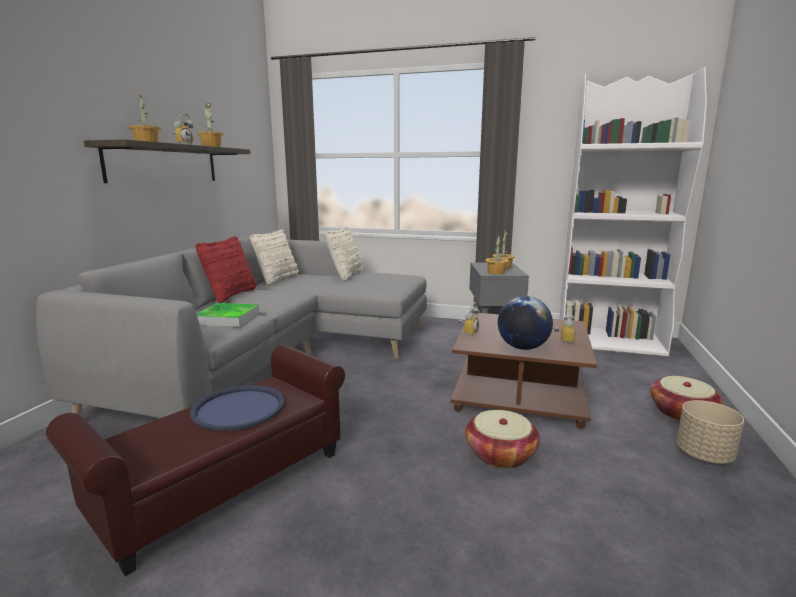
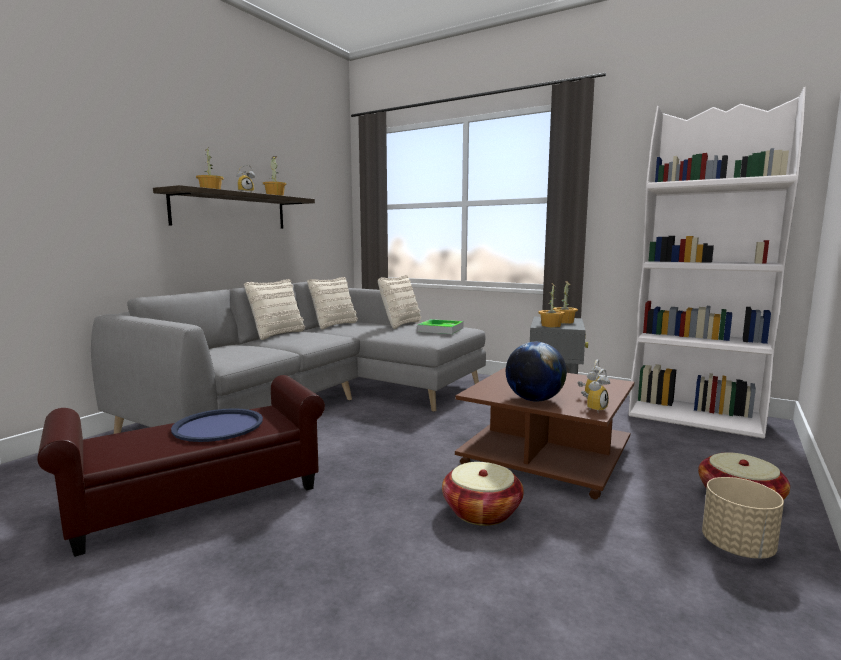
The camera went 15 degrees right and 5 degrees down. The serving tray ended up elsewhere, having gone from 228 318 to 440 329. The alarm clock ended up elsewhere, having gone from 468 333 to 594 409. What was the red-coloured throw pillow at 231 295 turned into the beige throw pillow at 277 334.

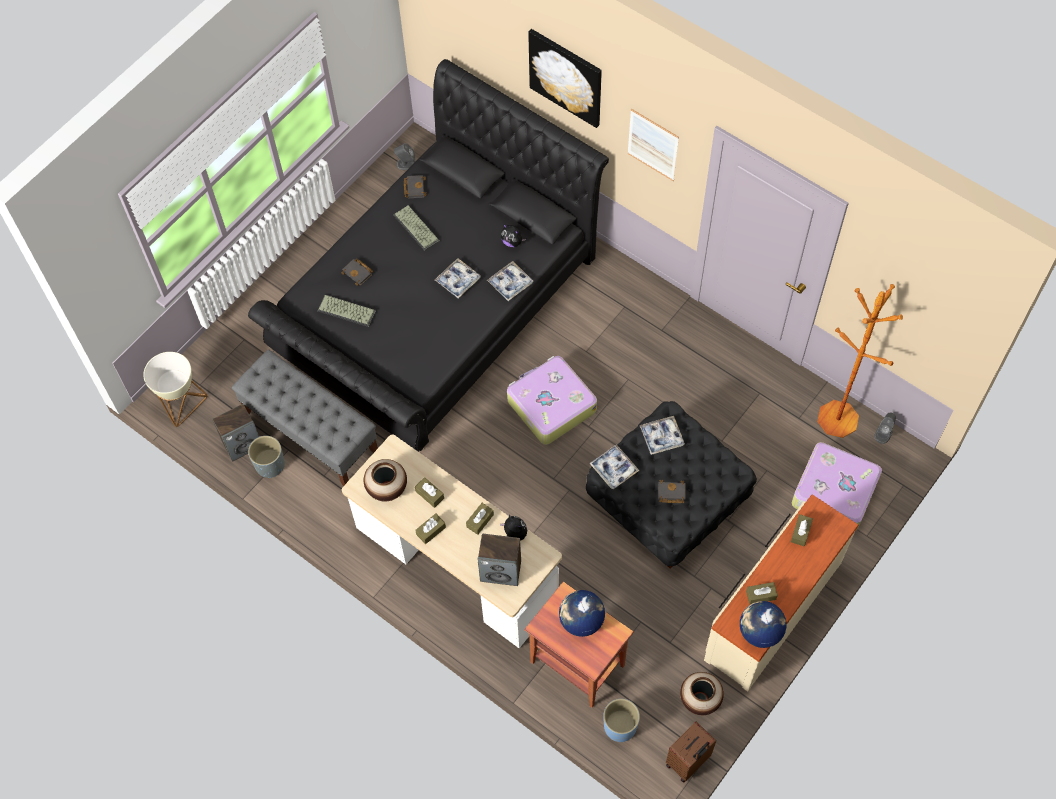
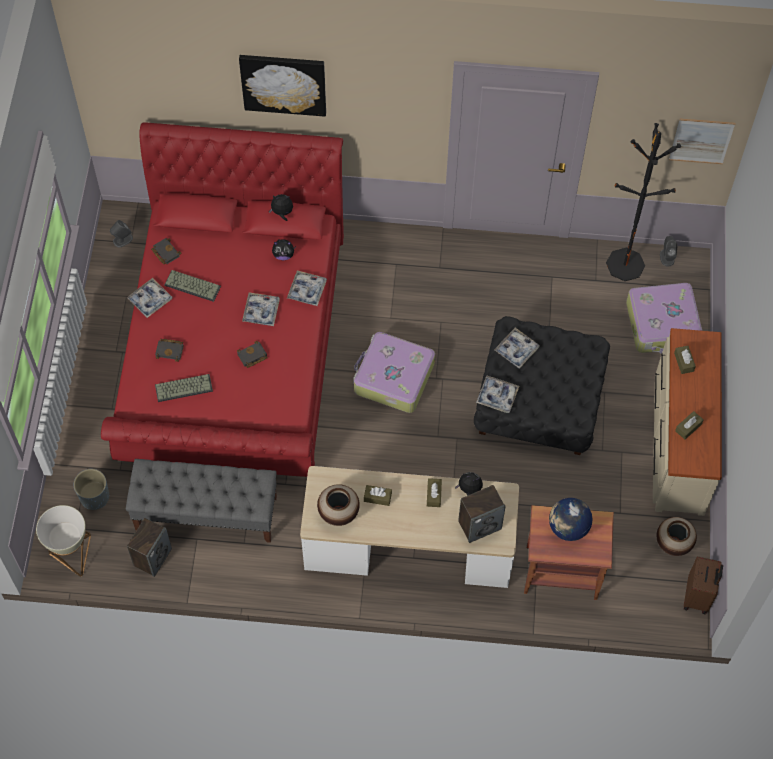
The camera went 35 degrees left and 0 degrees up. The second view lost the brown tissue holder at 431 531. The second view lost the blue-coloured plant pot at 620 727. The second view lost the world globe at 759 632. The second view gained the serving tray at 150 300. The second view gained the soft toy at 282 213. The grey plant pot ended up elsewhere, having gone from 270 464 to 94 496. The picture ended up elsewhere, having gone from 652 145 to 701 141. The blackish book ended up elsewhere, having gone from 670 493 to 252 356. What was the blackish bedroom bed at 435 299 turned into the red-coloured bedroom bed at 232 342. What was the orangey garment stand at 838 419 turned into the blackish garment stand at 625 264.

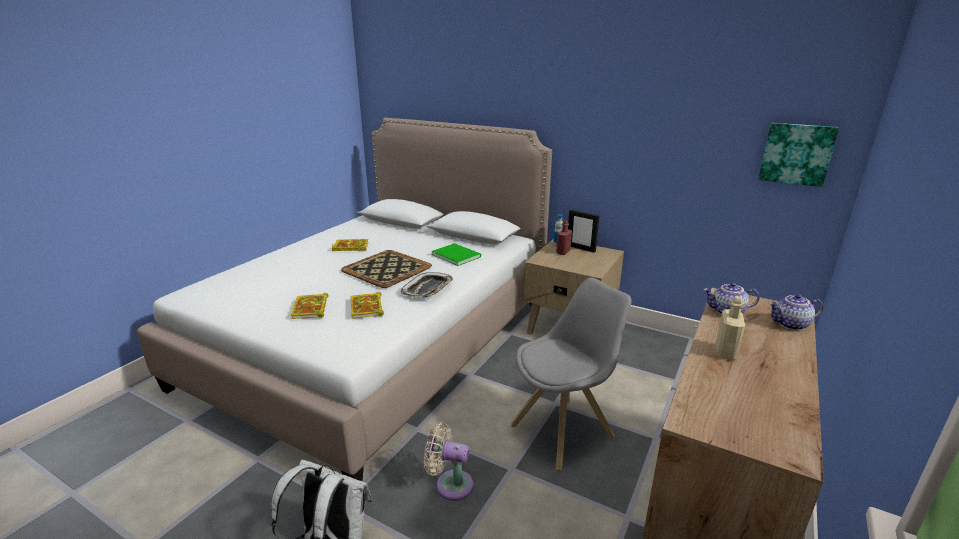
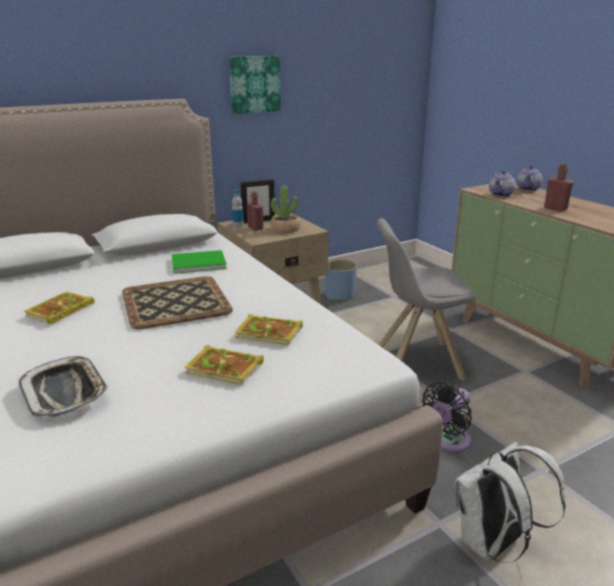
The camera went 60 degrees left and 0 degrees up. The second view gained the houseplant at 285 229. The second view gained the blue-coloured plant pot at 340 295. The serving tray ended up elsewhere, having gone from 428 289 to 65 392. The picture ended up elsewhere, having gone from 796 154 to 254 84. What was the beige fan at 450 484 turned into the blackish fan at 448 441. What was the beige beverage bottle at 725 352 turned into the red-coloured beverage bottle at 555 208. The grey upright chair at 563 431 ended up facing another way, 90 degrees counterclockwise from before.

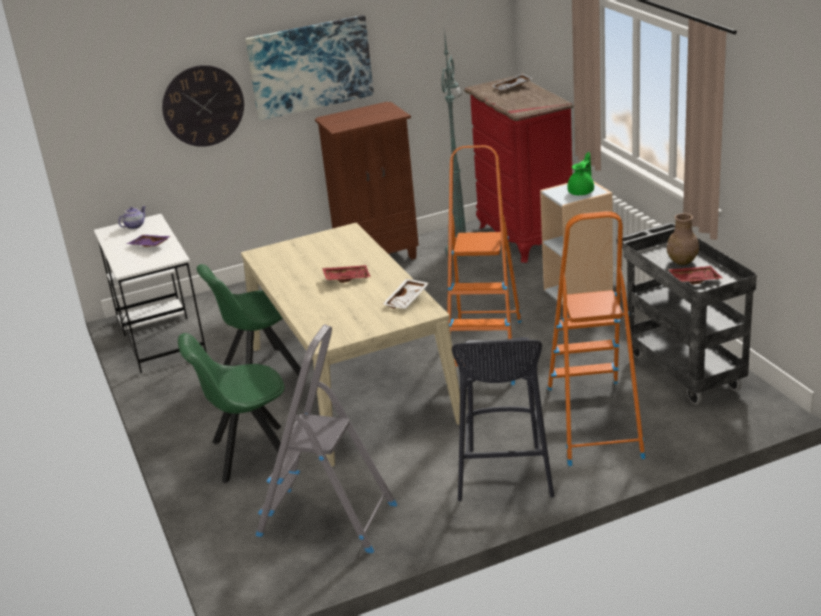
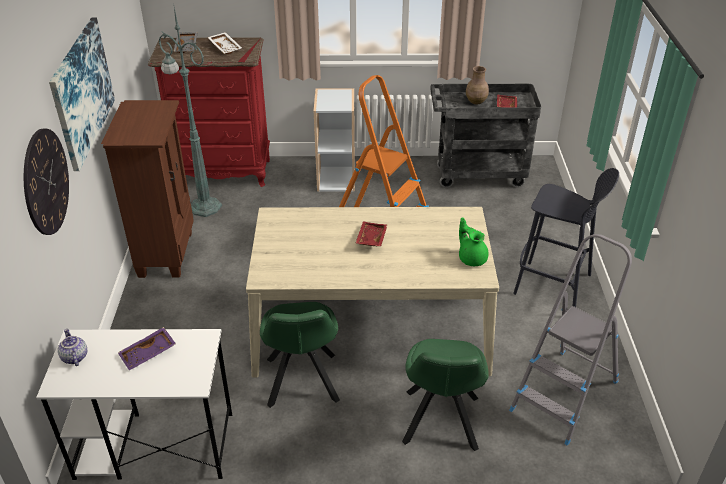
The camera went 70 degrees left and 10 degrees up. The second view lost the orangey stepladder at 593 420. The white-coloured serving tray ended up elsewhere, having gone from 407 300 to 226 47. The green tea pot ended up elsewhere, having gone from 582 192 to 472 258.

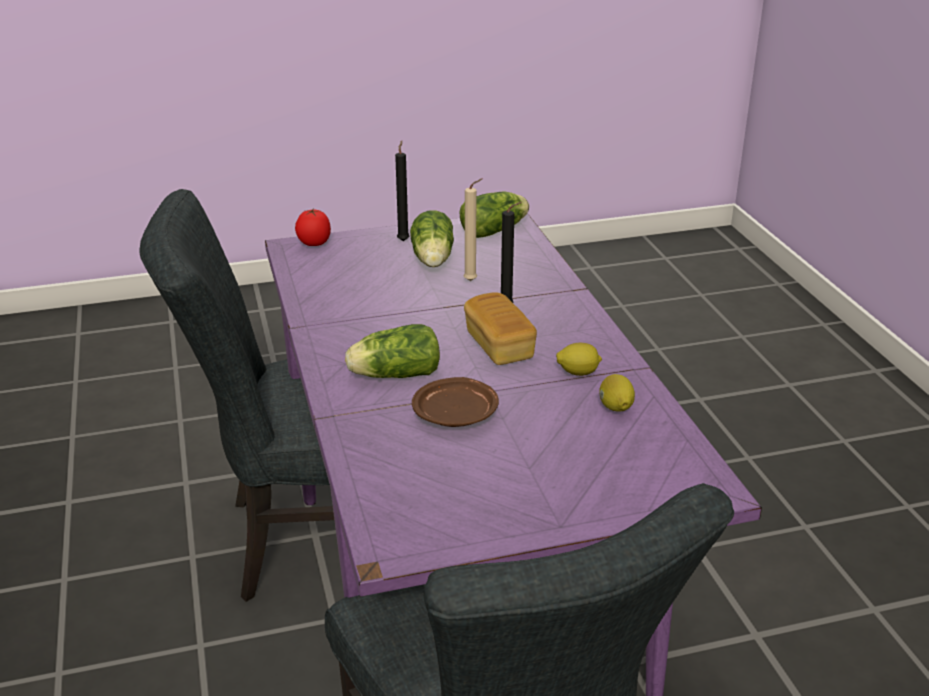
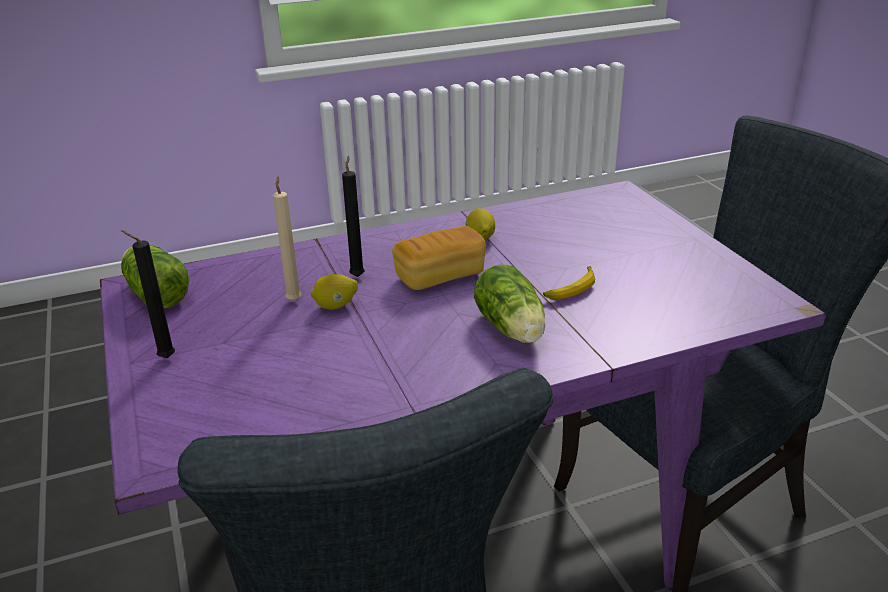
The camera went 95 degrees left and 0 degrees up. The second view lost the tomato at 313 244. The second view lost the lettuce at 432 260. The citrus fruit ended up elsewhere, having gone from 615 408 to 336 306. Where the brown dinner plate stood at 456 415, the banana fruit came to stand at 571 289.

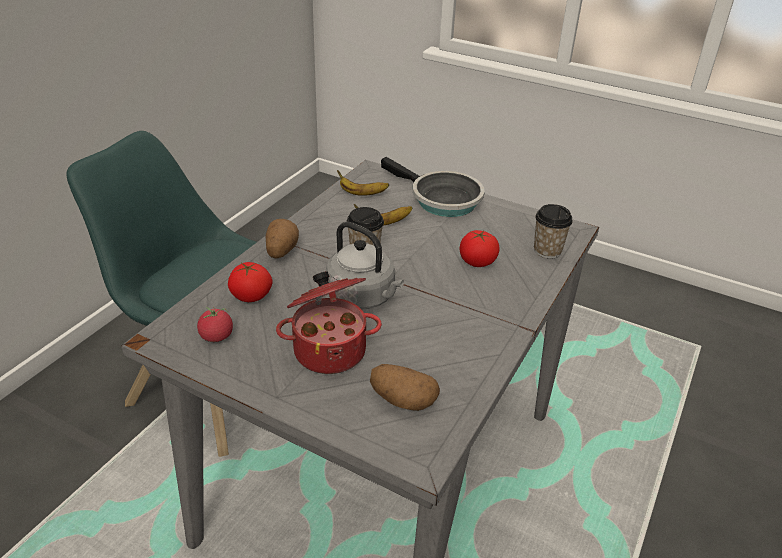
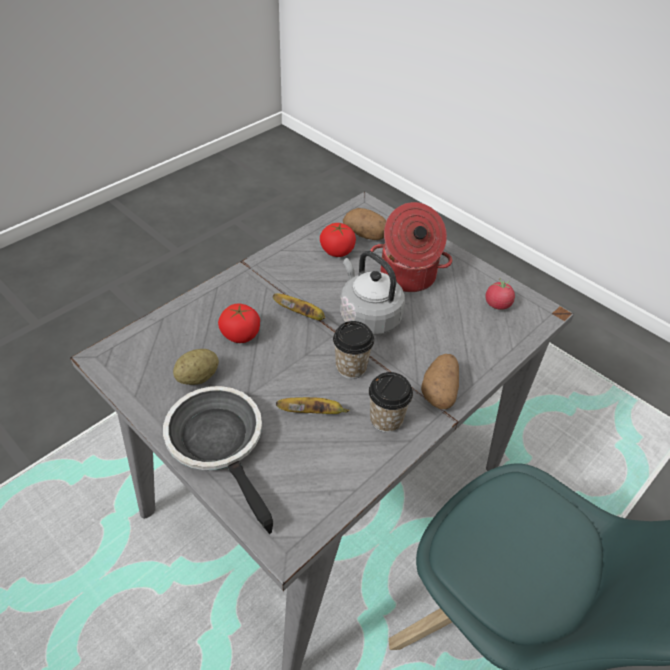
The camera went 165 degrees left and 10 degrees up. The second view gained the potato at 198 377. The tomato ended up elsewhere, having gone from 251 296 to 337 251. The banana fruit ended up elsewhere, having gone from 361 194 to 301 314. The drinking cup ended up elsewhere, having gone from 547 251 to 386 419.

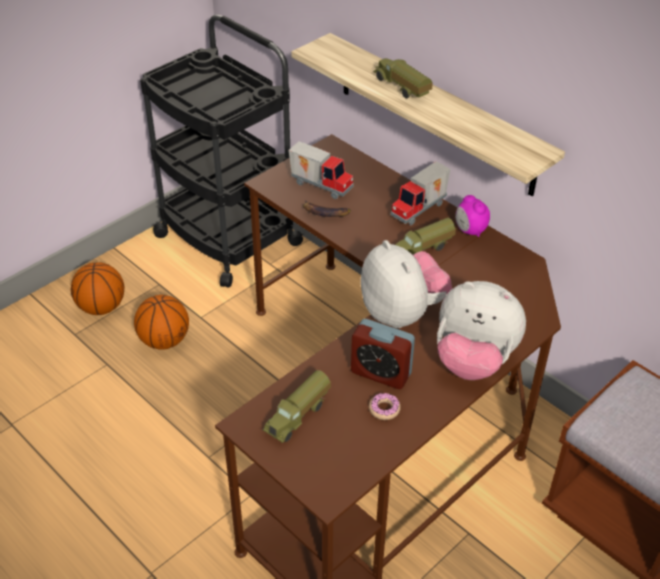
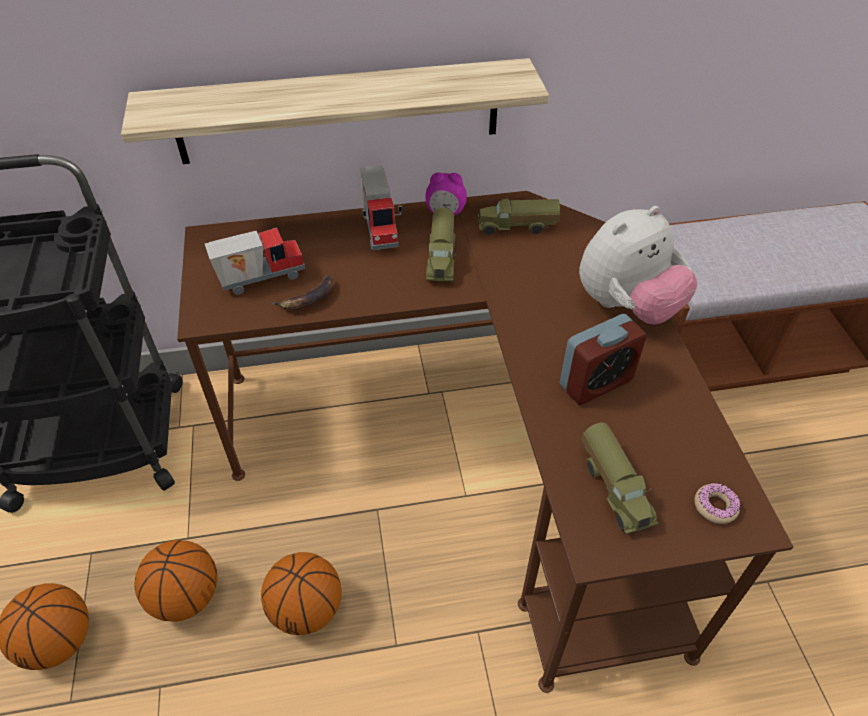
The camera went 55 degrees left and 5 degrees up. The second view lost the soft toy at 402 313. The second view gained the basketball at 306 609. The donut ended up elsewhere, having gone from 384 409 to 715 506. The toy lorry ended up elsewhere, having gone from 401 88 to 517 228.

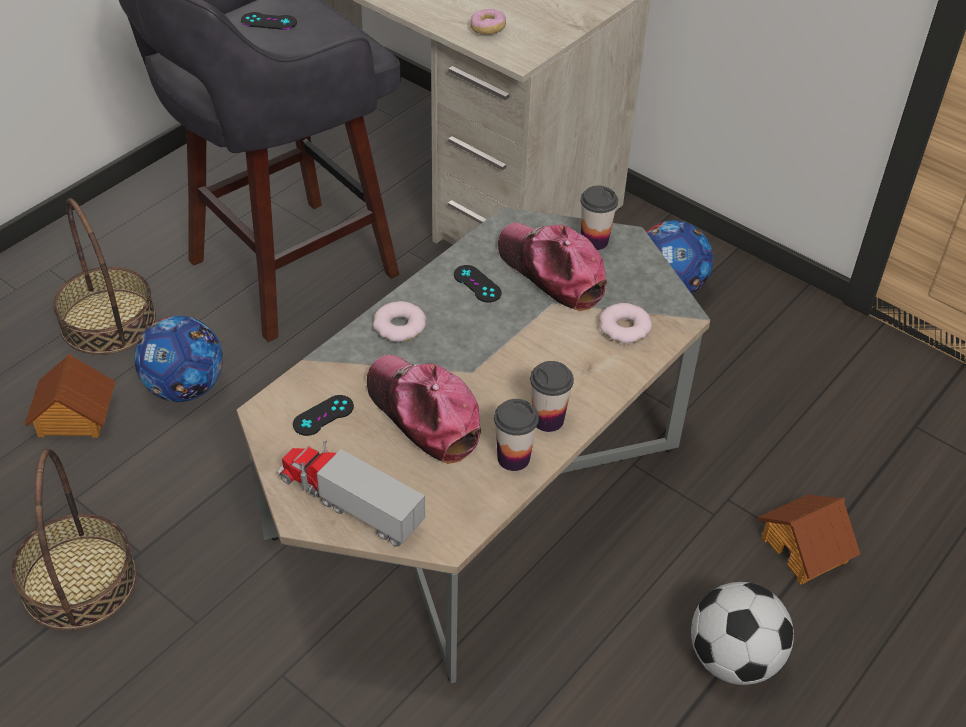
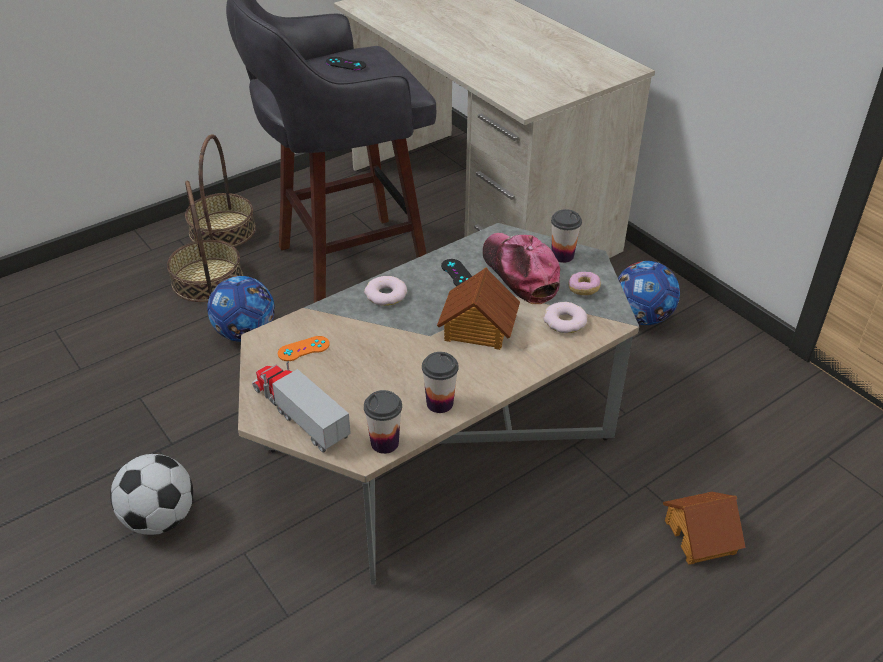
The camera went 15 degrees right and 5 degrees down. The second view lost the cap at 423 413. The household basket ended up elsewhere, having gone from 78 582 to 222 230. The miniature house ended up elsewhere, having gone from 73 417 to 477 328. The donut ended up elsewhere, having gone from 487 29 to 583 289. The drinking cup ended up elsewhere, having gone from 548 419 to 384 443. The ball for football ended up elsewhere, having gone from 734 659 to 161 518. What was the blackish joypad at 323 415 turned into the orangey joypad at 303 349.

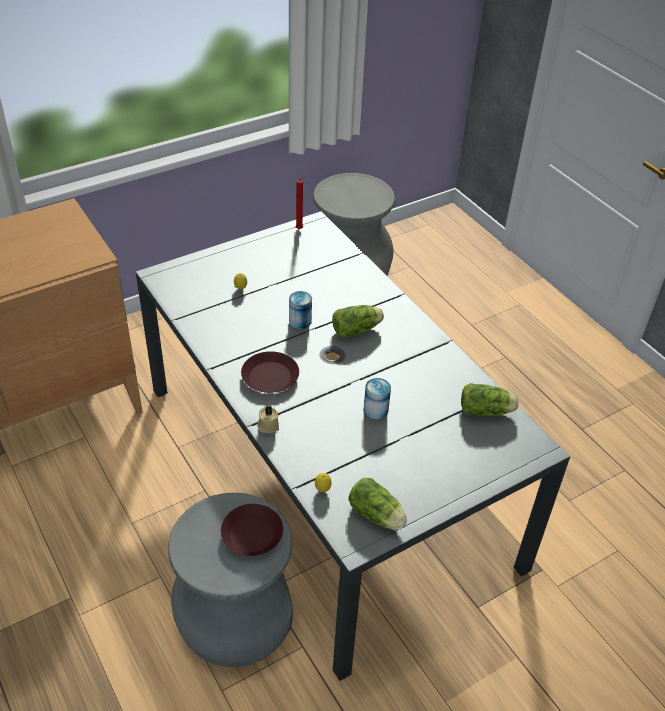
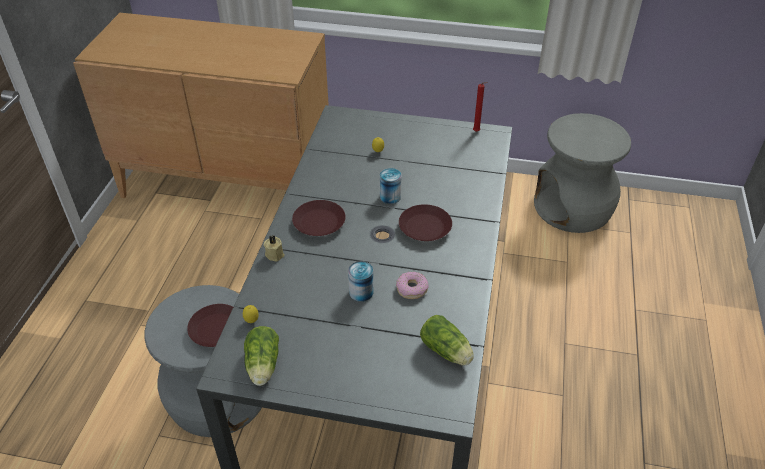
The camera went 45 degrees right and 0 degrees up. The second view gained the donut at 412 289. Where the lettuce stood at 358 329, the brown dinner plate came to stand at 424 227.

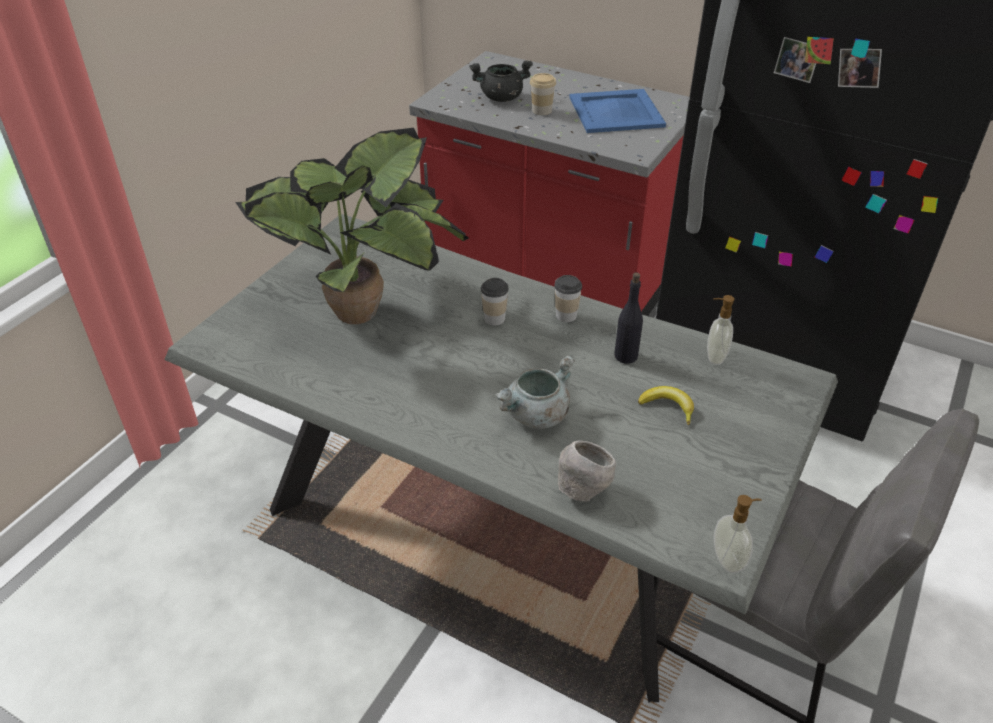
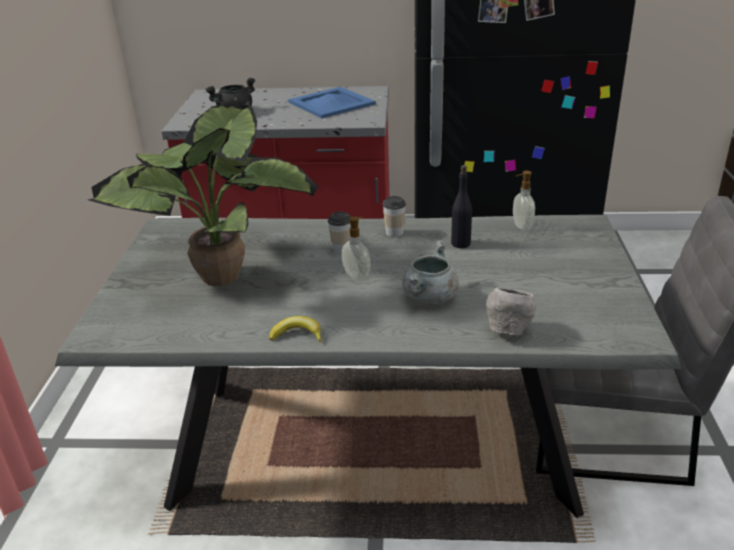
The camera went 25 degrees left and 10 degrees down. The second view lost the drinking cup at 542 110. The banana fruit ended up elsewhere, having gone from 668 407 to 297 335. The soap bottle ended up elsewhere, having gone from 729 559 to 357 276.

